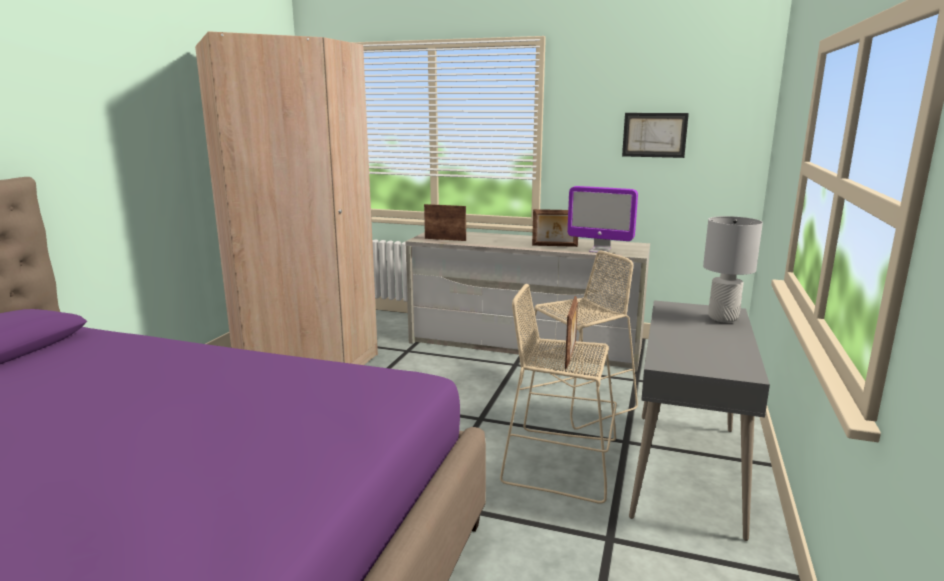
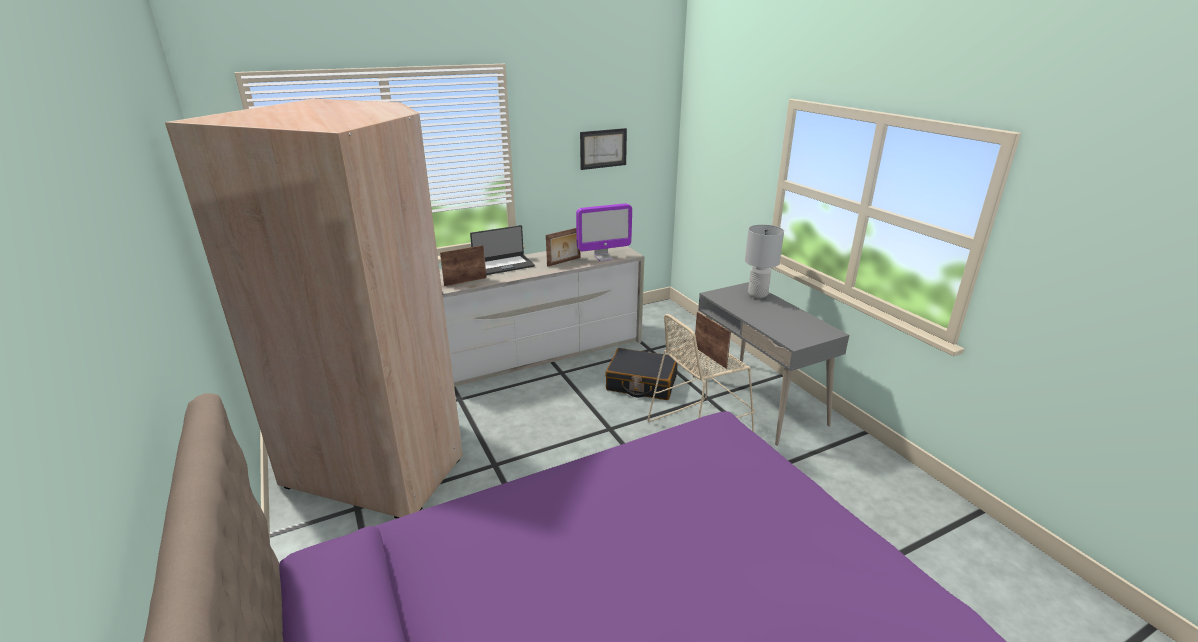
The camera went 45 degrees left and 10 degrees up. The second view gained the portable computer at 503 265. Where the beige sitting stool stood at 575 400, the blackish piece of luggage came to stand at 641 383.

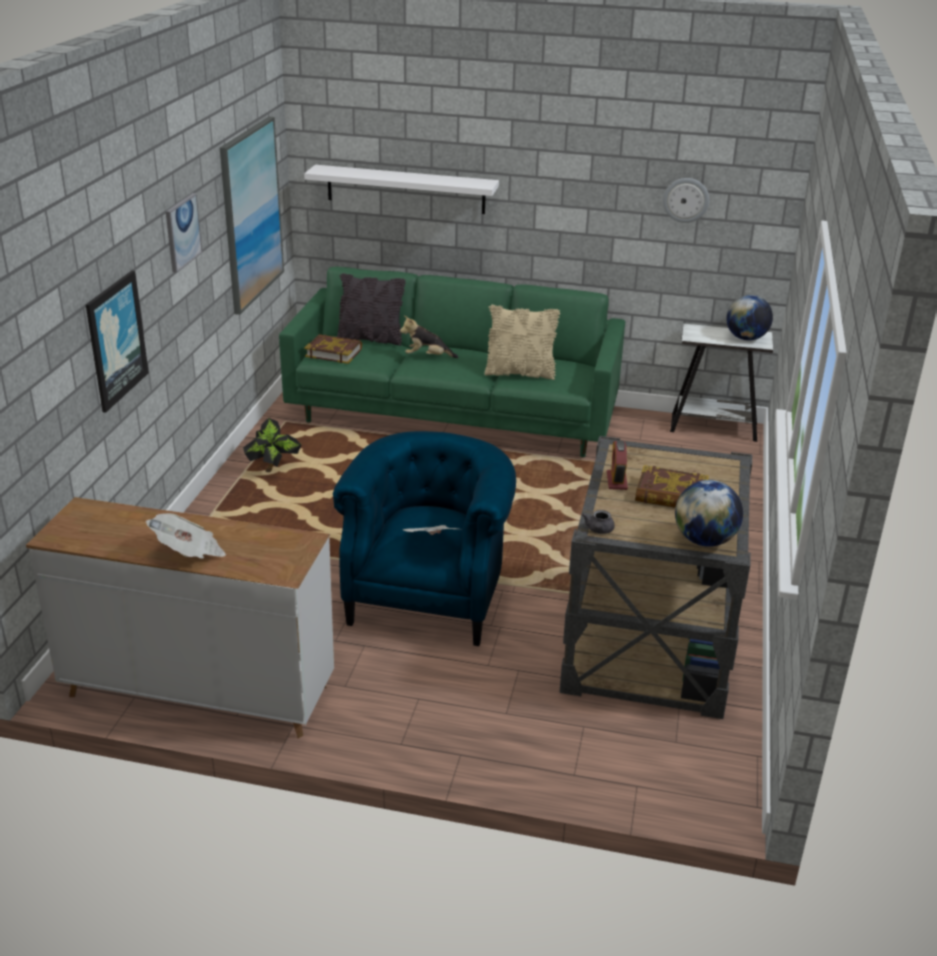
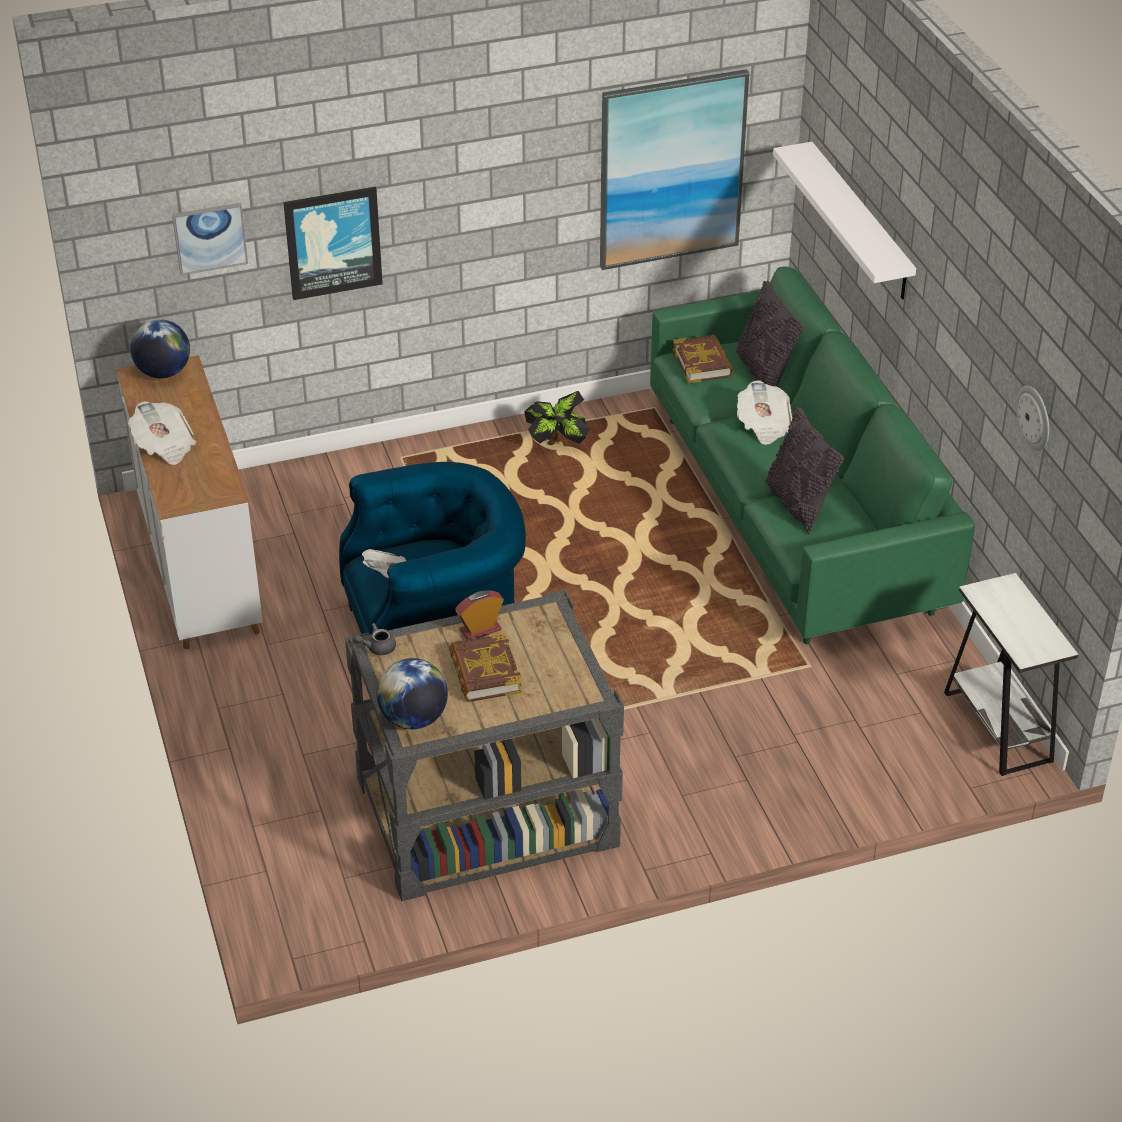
The camera went 60 degrees right and 10 degrees up. The picture ended up elsewhere, having gone from 182 232 to 210 238. The world globe ended up elsewhere, having gone from 746 338 to 163 372. Where the soft toy stood at 427 357, the daily paper came to stand at 764 426. What was the beige throw pillow at 520 373 turned into the blackish throw pillow at 799 504.

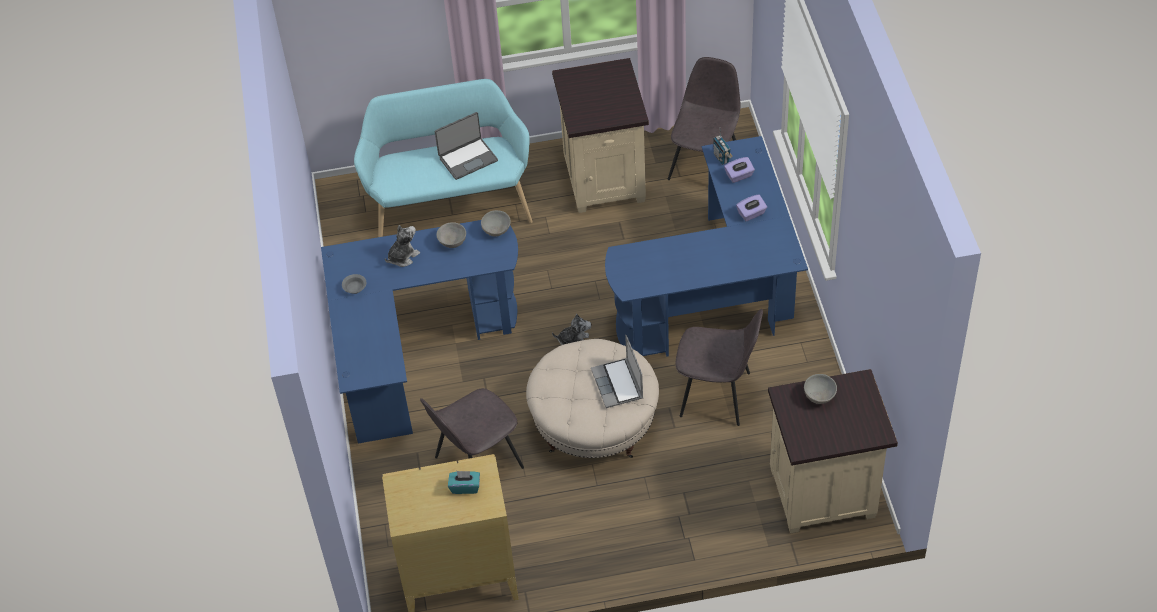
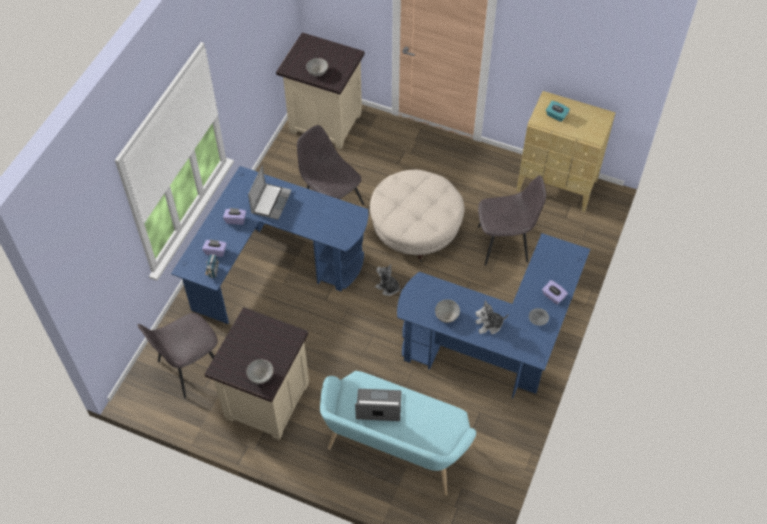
The camera went 150 degrees left and 5 degrees up. The second view gained the purple tissue holder at 553 296. The grey deep dish ended up elsewhere, having gone from 497 230 to 260 376. The portable computer ended up elsewhere, having gone from 618 384 to 270 201.

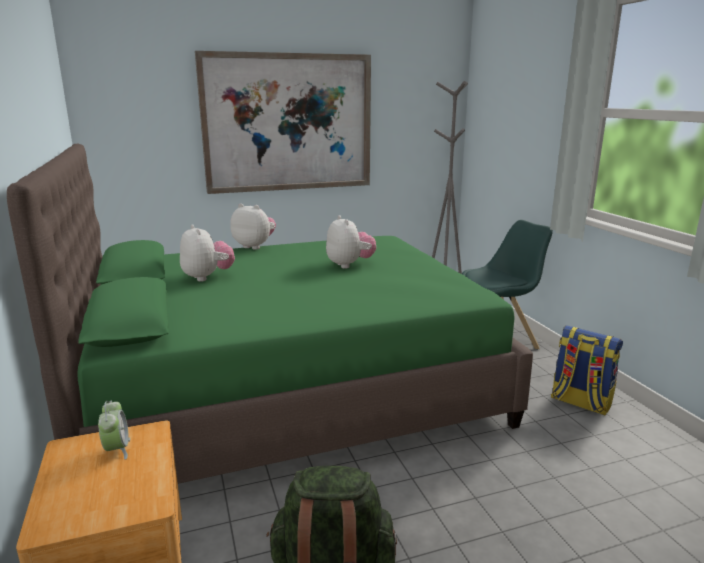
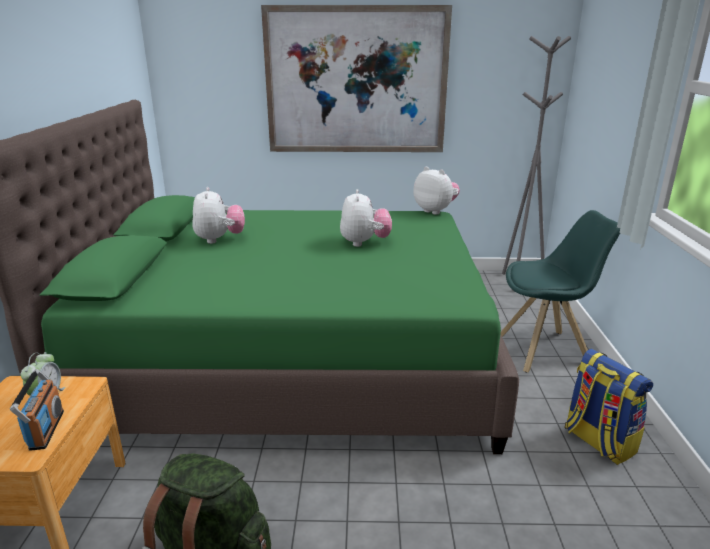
The camera went 20 degrees right and 5 degrees up. The second view gained the radio set at 46 430. The soft toy ended up elsewhere, having gone from 255 246 to 435 211.

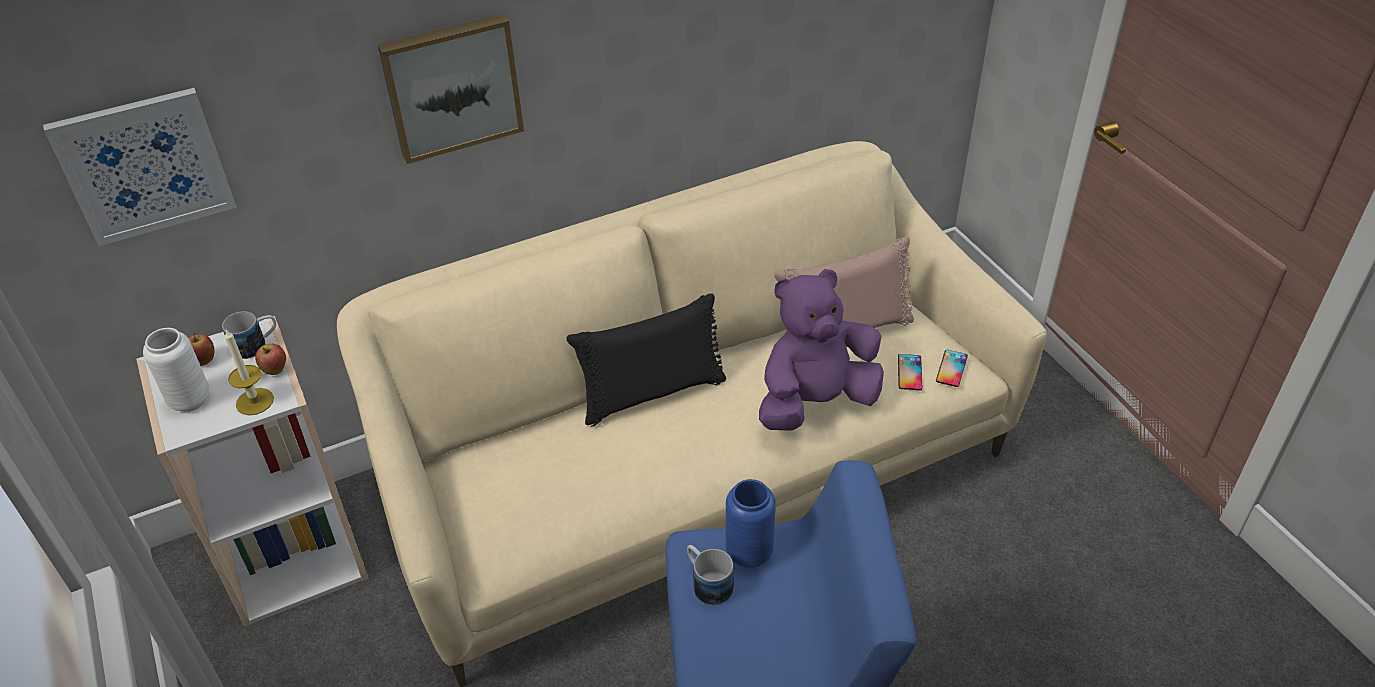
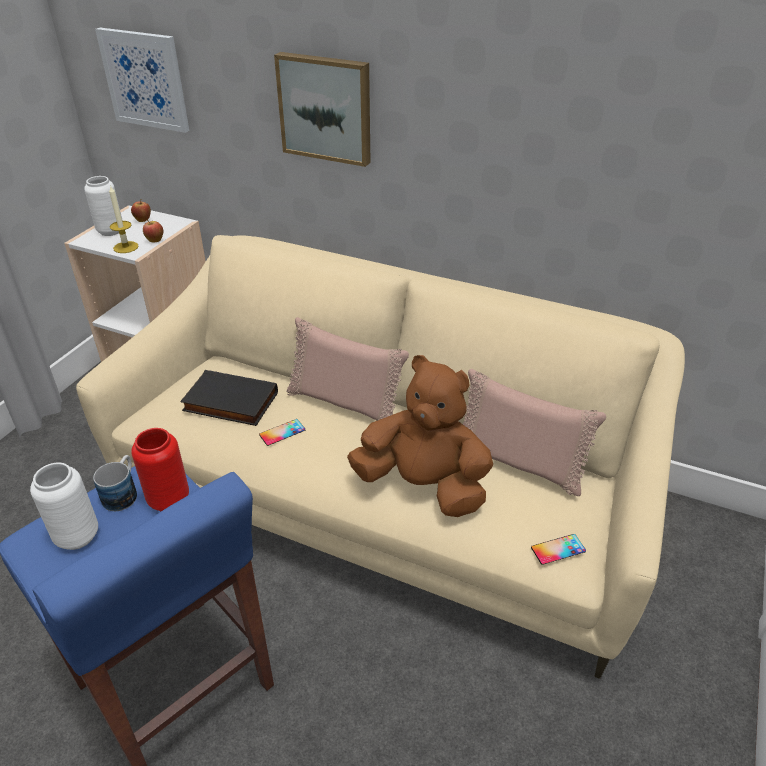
The camera went 50 degrees right and 5 degrees down. The second view lost the mug at 257 345. The second view gained the white-coloured decorative vase at 77 536. The second view gained the blackish book at 229 403. The phone ended up elsewhere, having gone from 909 372 to 282 432. What was the blackish throw pillow at 651 393 turned into the beige throw pillow at 345 403. What was the blue-coloured decorative vase at 749 553 turned into the red-coloured decorative vase at 169 500. What was the purple soft toy at 815 402 turned into the brown soft toy at 423 486.

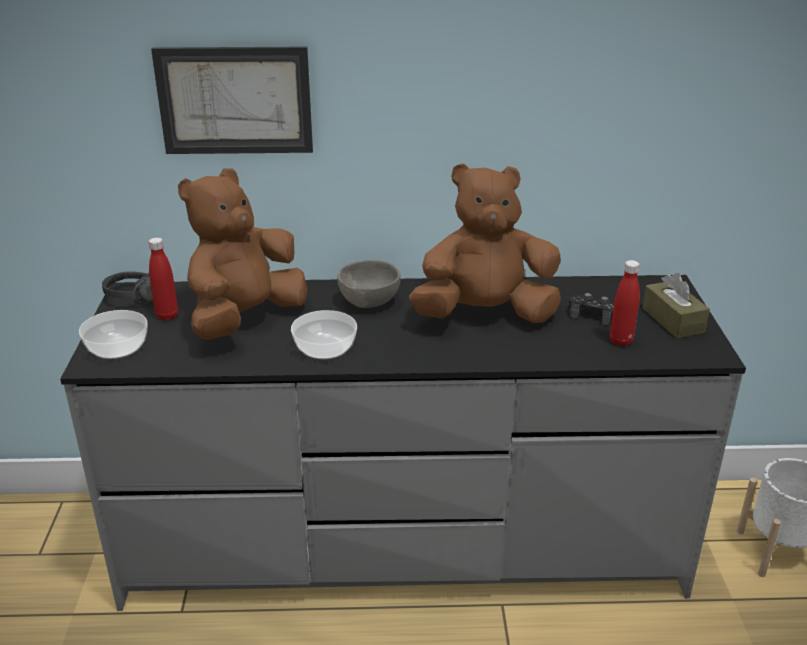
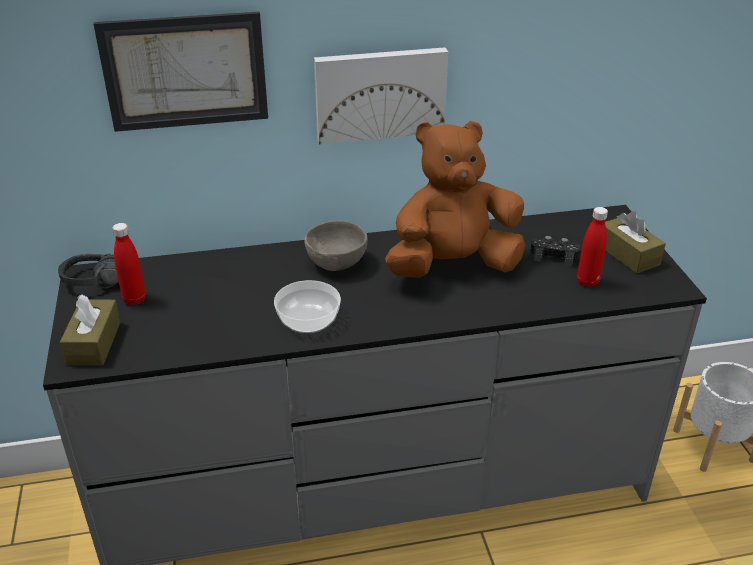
The camera went 10 degrees left and 5 degrees up. The second view lost the brown soft toy at 245 319. The second view gained the picture at 380 93. Where the deep dish stood at 117 349, the brown tissue holder came to stand at 94 343.

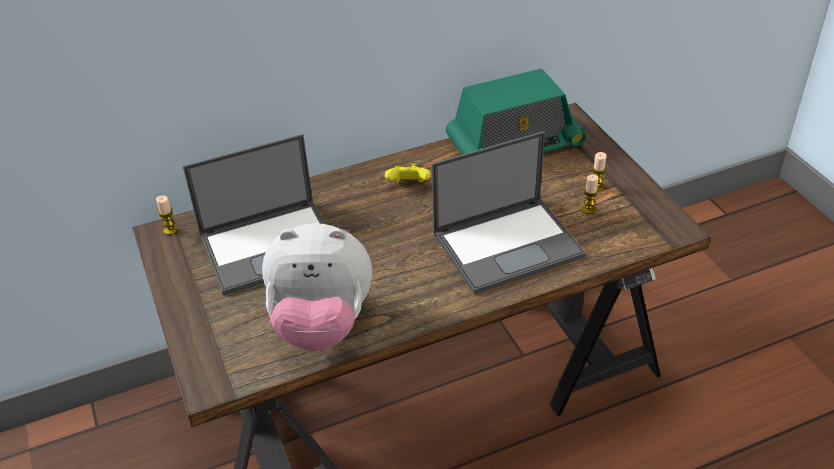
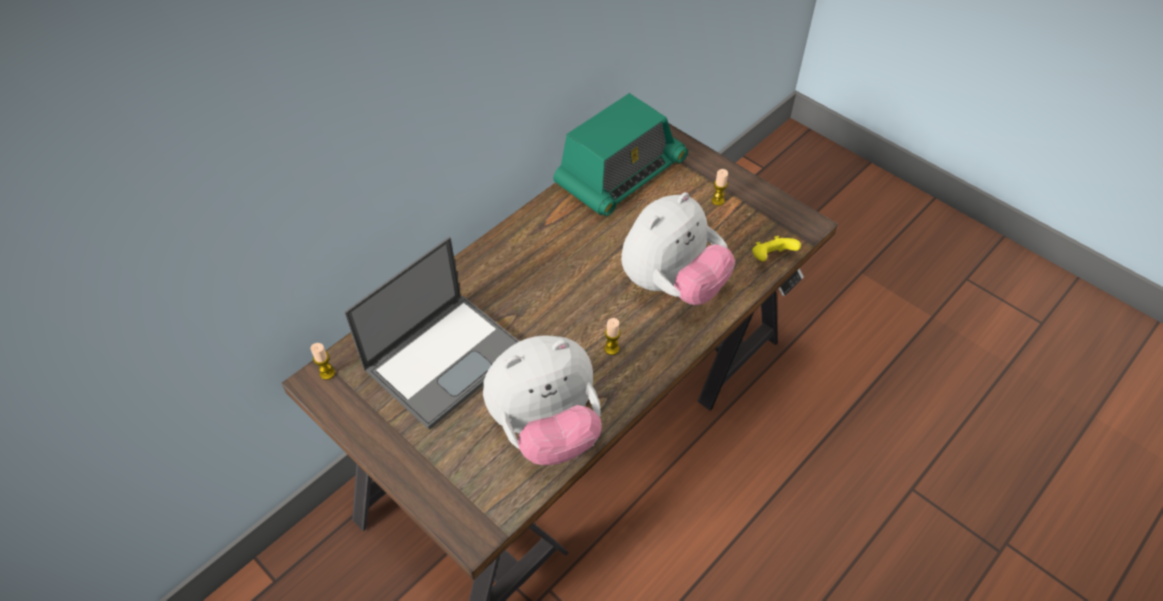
The camera went 25 degrees left and 10 degrees up. The yellowish joypad ended up elsewhere, having gone from 408 185 to 771 258. The wax candle ended up elsewhere, having gone from 588 209 to 611 349. Where the portable computer stood at 509 244, the soft toy came to stand at 672 285.

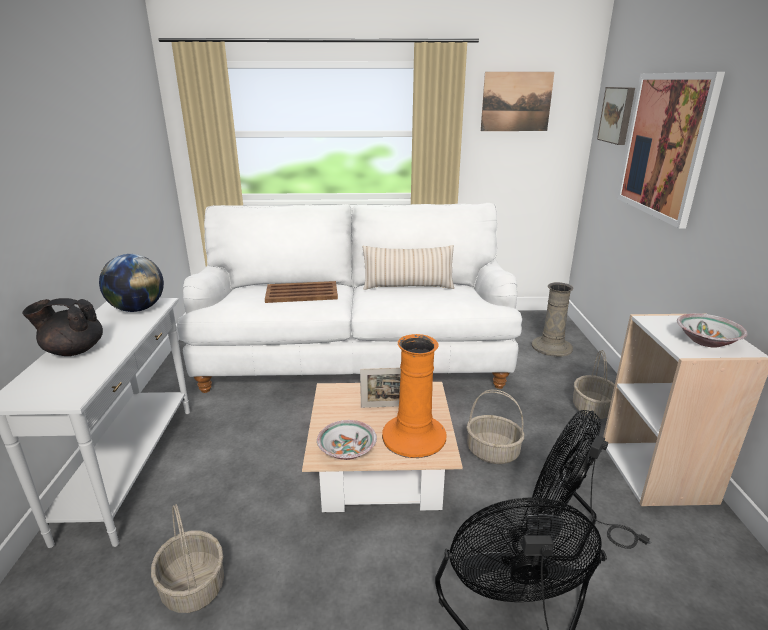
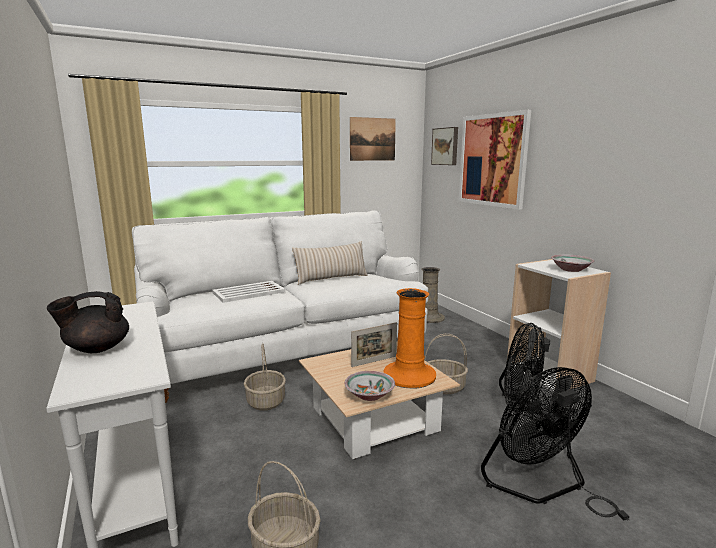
The camera went 25 degrees left and 10 degrees down. The second view lost the world globe at 137 309. The household basket ended up elsewhere, having gone from 593 409 to 266 402. What was the brown serving tray at 301 293 turned into the white-coloured serving tray at 248 292.

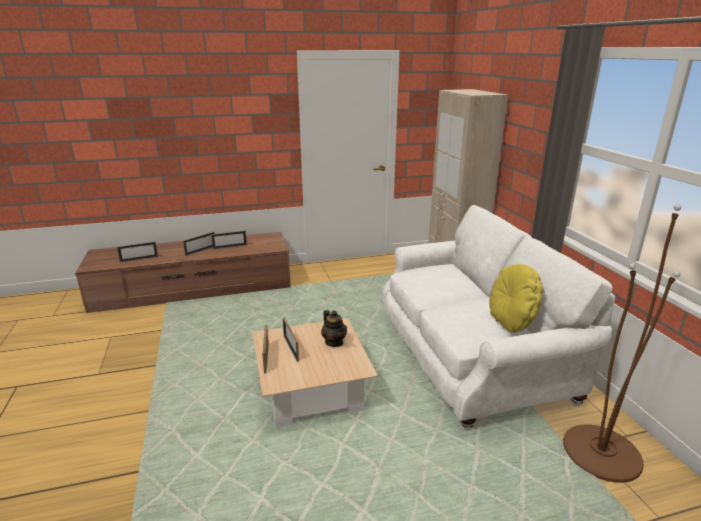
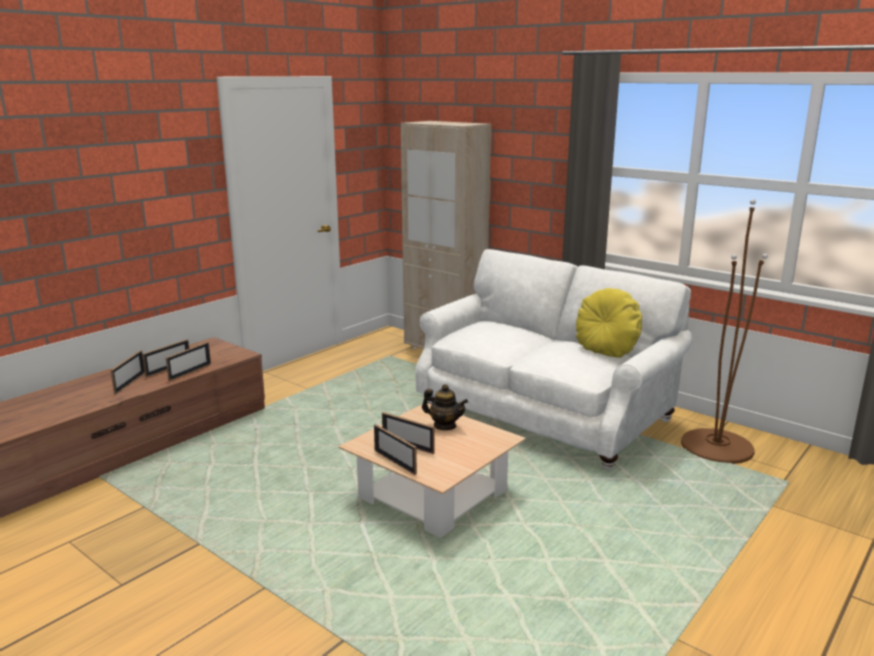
The camera went 35 degrees left and 5 degrees down. The standing frame ended up elsewhere, having gone from 139 259 to 190 372.

